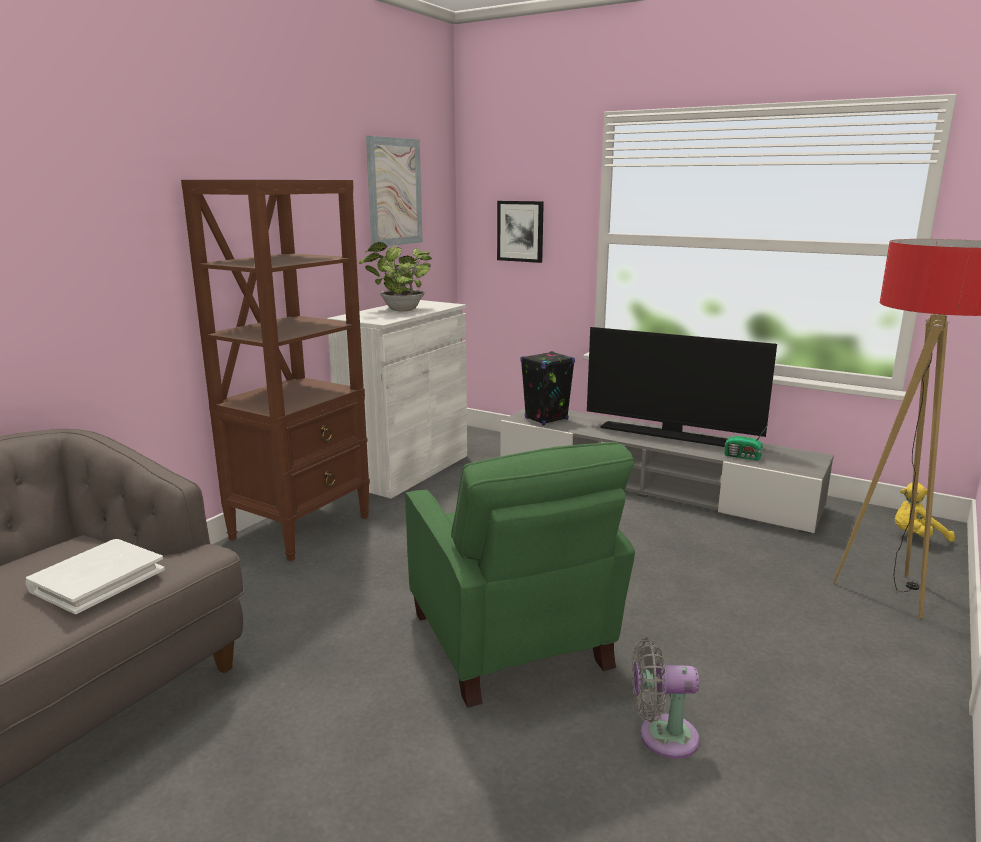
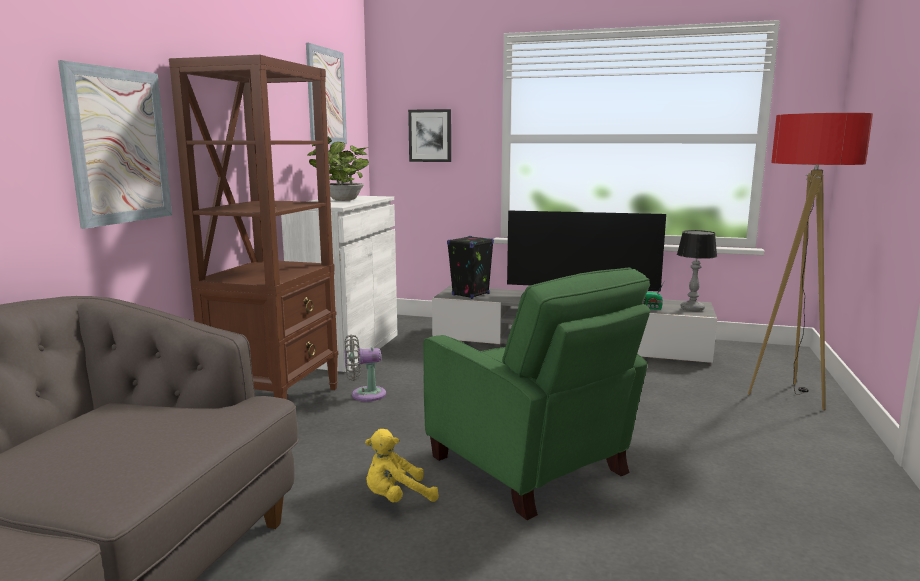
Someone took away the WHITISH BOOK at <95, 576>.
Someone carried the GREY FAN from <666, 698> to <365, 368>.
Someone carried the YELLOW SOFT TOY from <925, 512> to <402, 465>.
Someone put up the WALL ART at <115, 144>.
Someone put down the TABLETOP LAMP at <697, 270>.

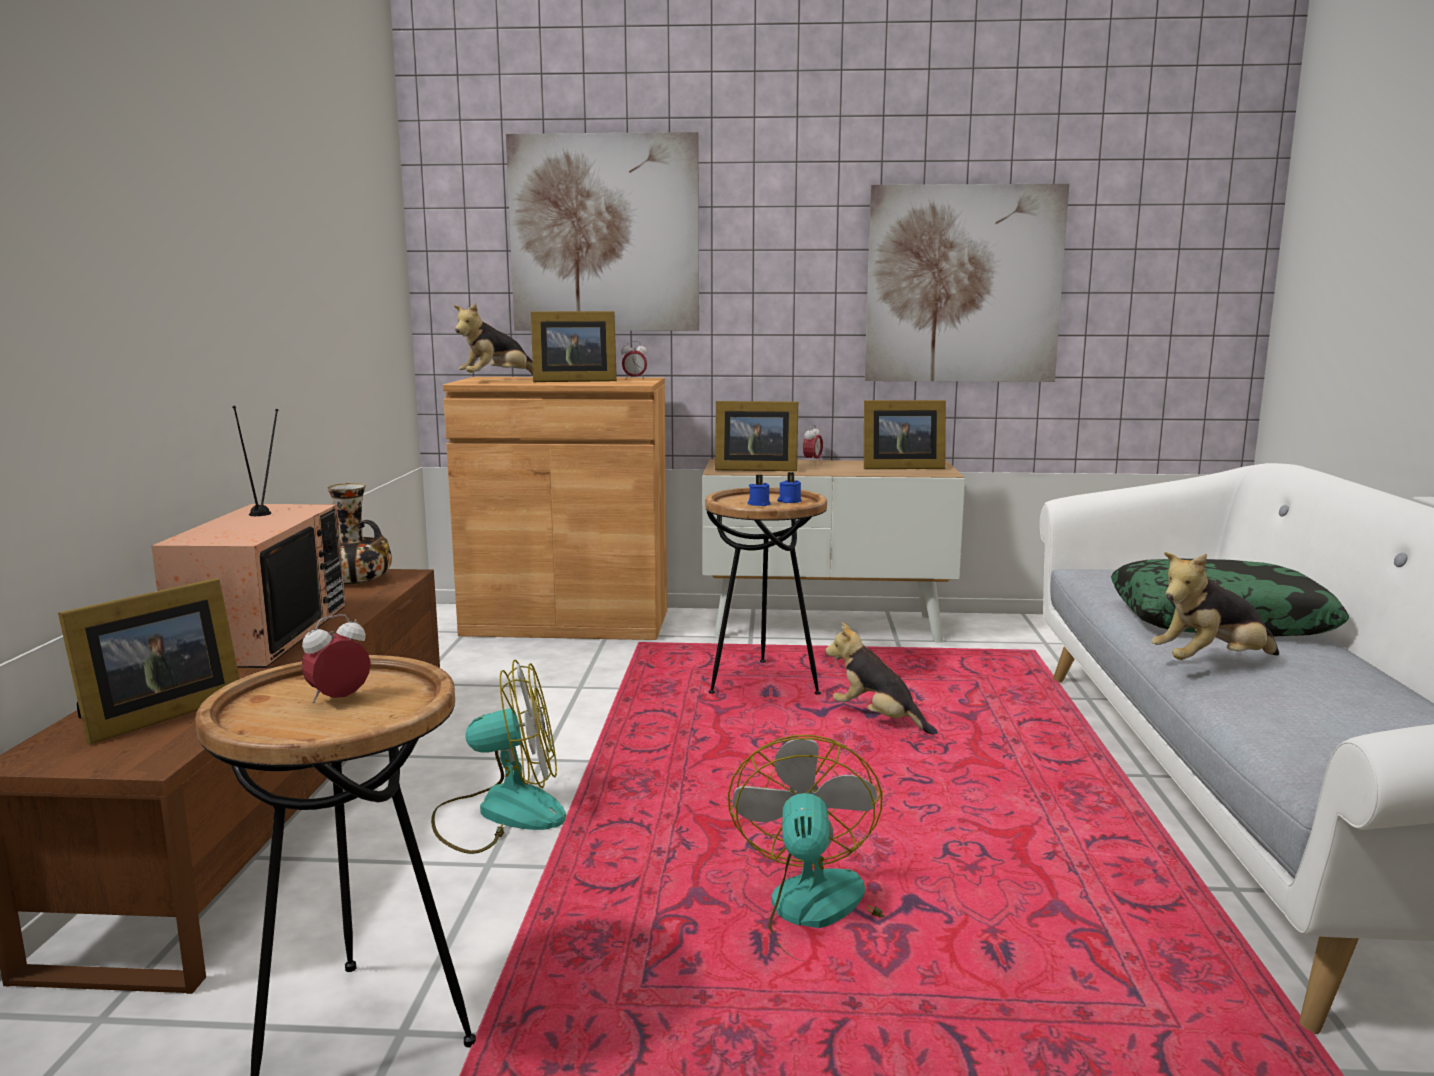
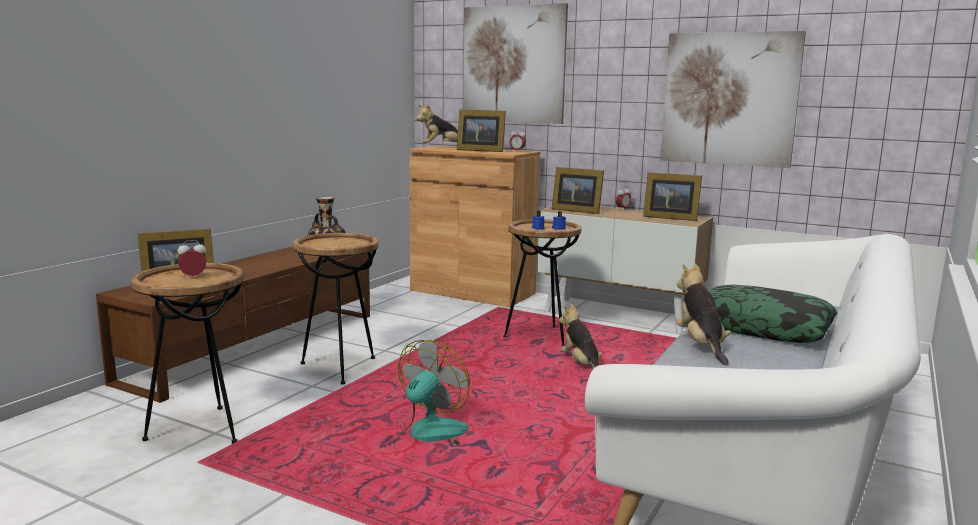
Someone took away the TV at <248, 537>.
Someone swapped the FAN at <498, 757> for the BROWNISH END TABLE at <336, 308>.
Someone rotated the SOFT TOY at <1215, 606> by 75 degrees clockwise.

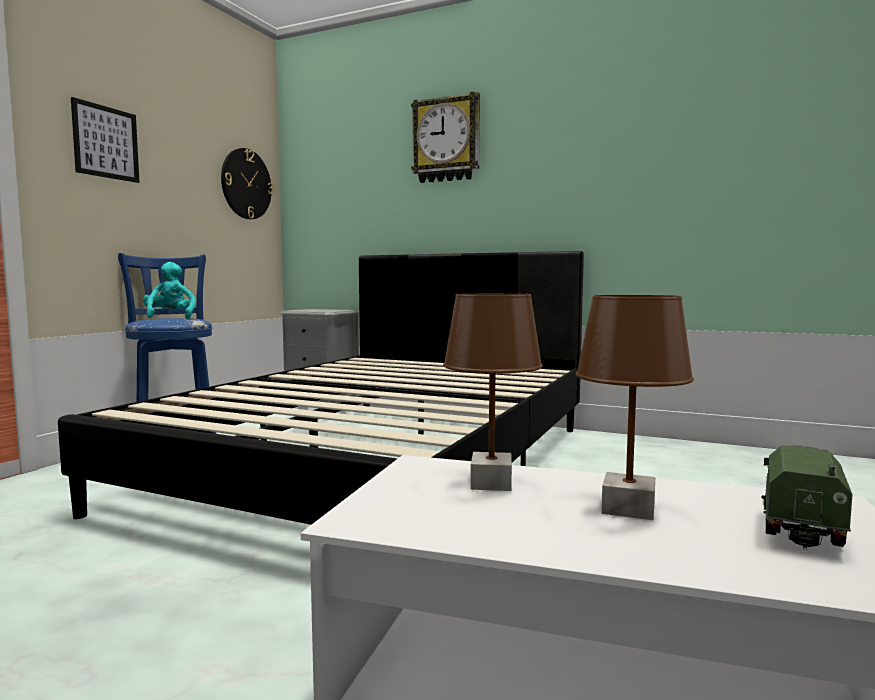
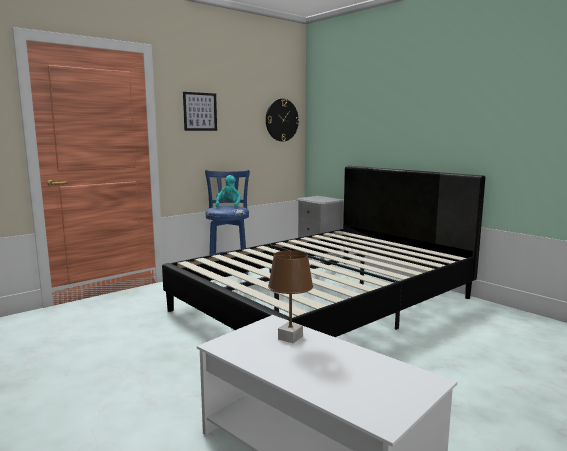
Someone took away the HANGING CLOCK at <445, 137>.
Someone took away the BROWNISH TABLETOP LAMP at <635, 407>.
Someone took away the TOY LORRY at <807, 497>.

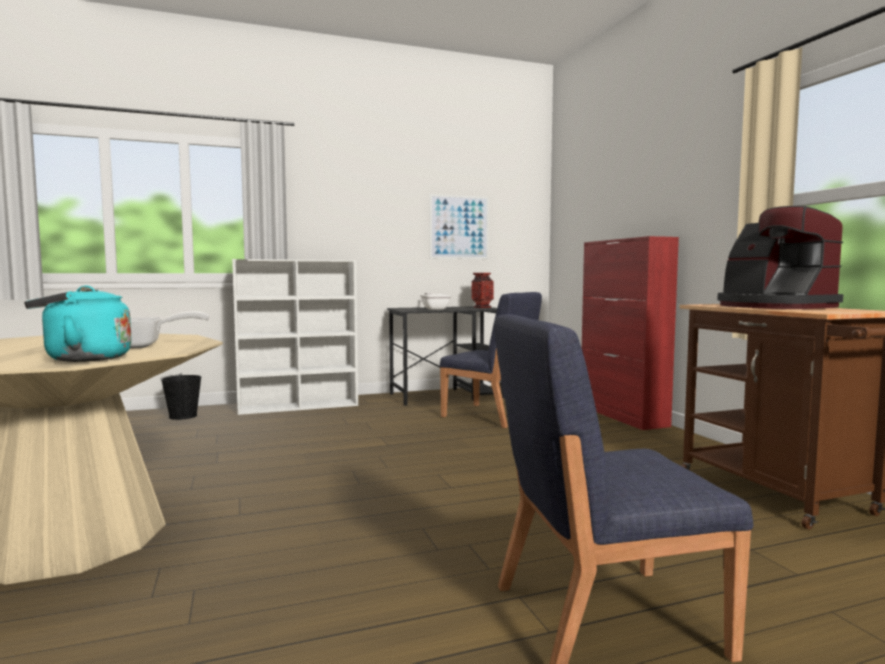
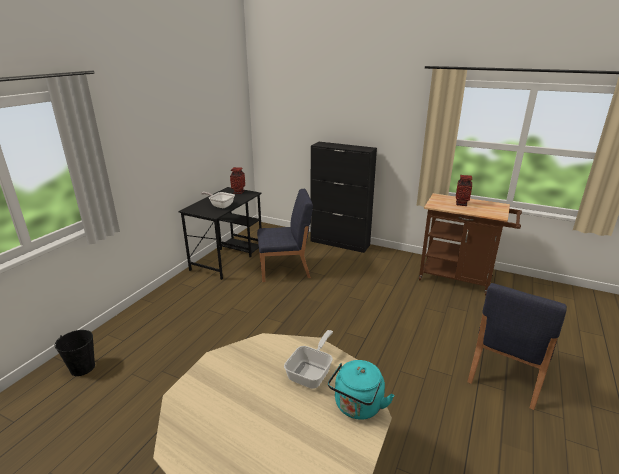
Someone took away the WHITISH BOOKSHELF at <295, 337>.
Someone took away the WALL ART at <459, 226>.
Someone repainted the RED STORAGE CABINET at <630, 333>, which became the BLACK-COLOURED STORAGE CABINET at <344, 197>.
Someone swapped the COFFEE BREWER at <780, 257> for the VASE at <464, 190>.

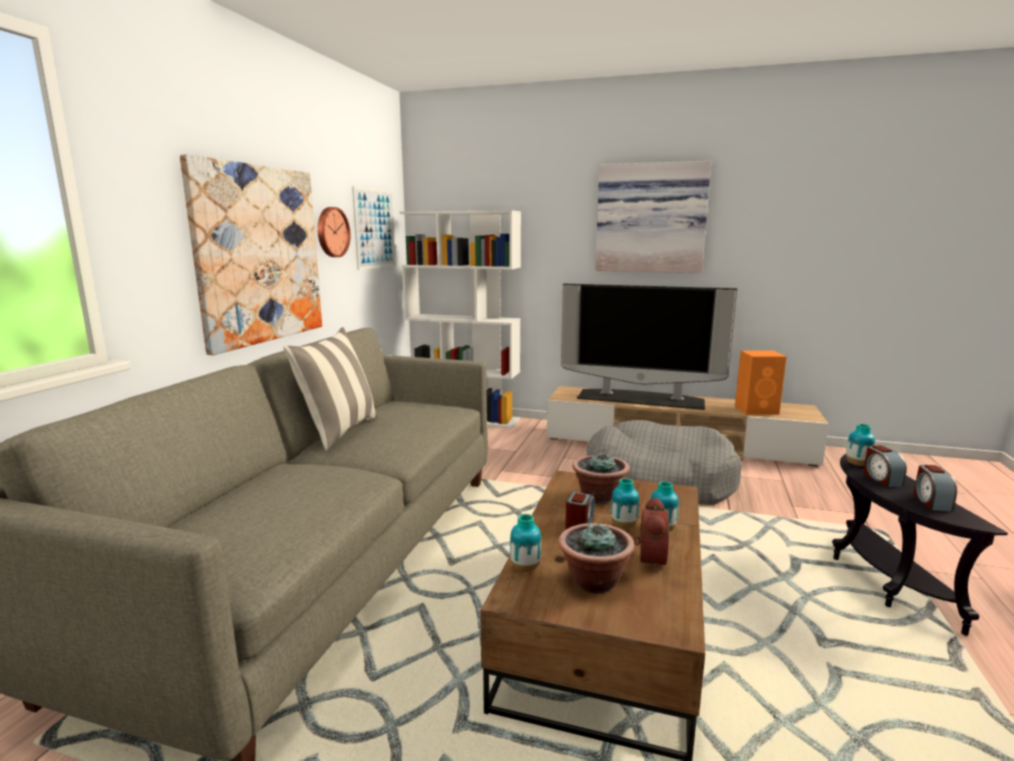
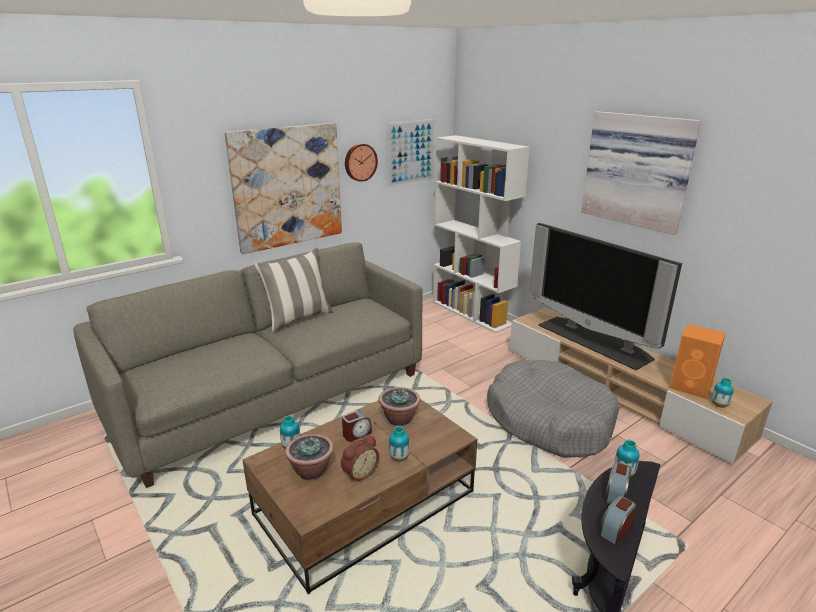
Someone carried the VASE from <625, 503> to <723, 393>.

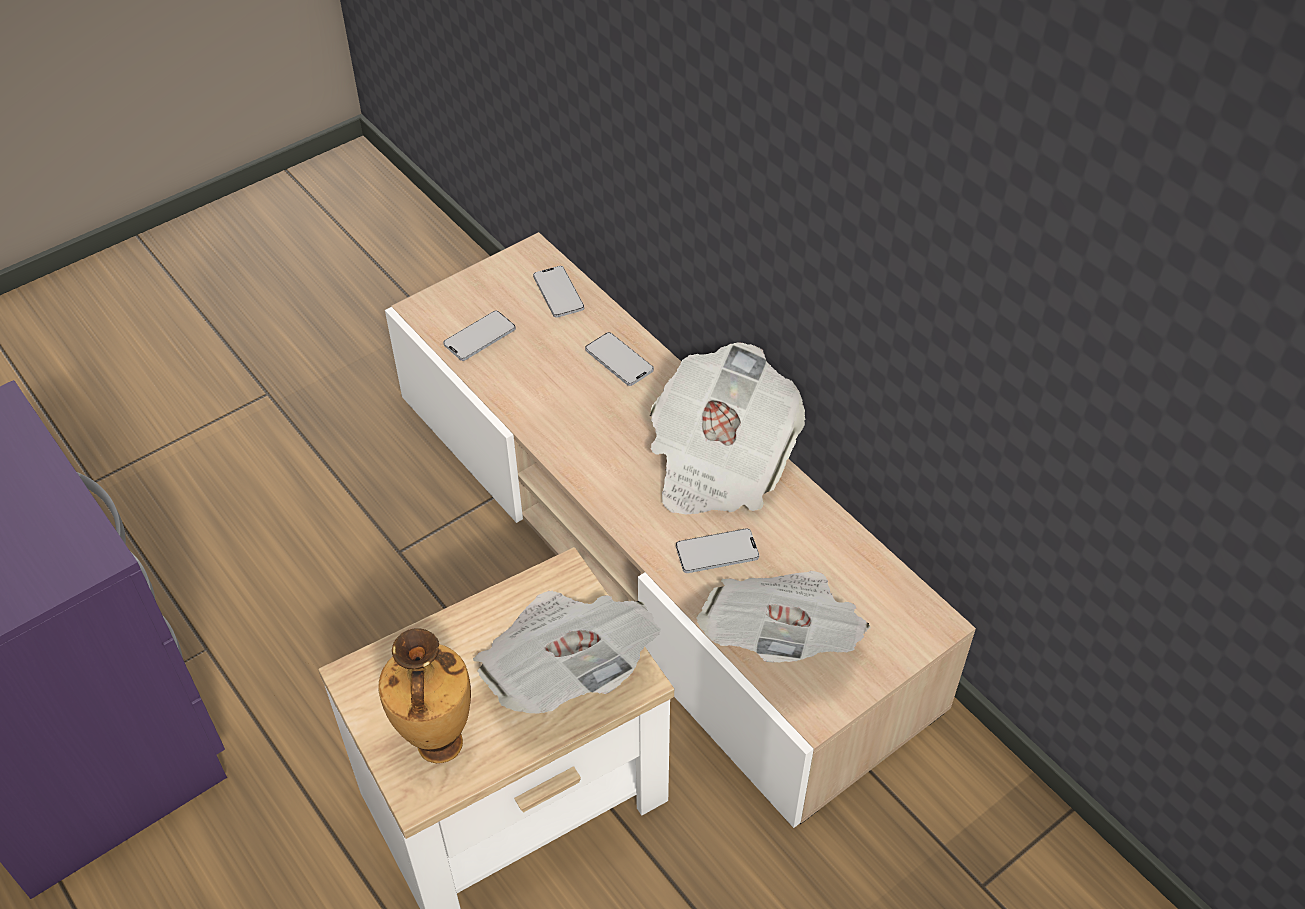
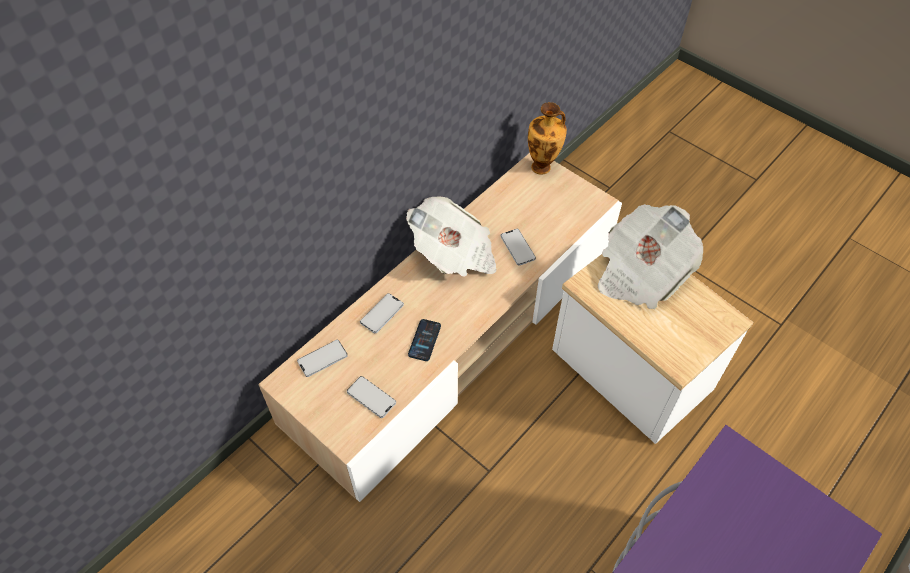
Someone carried the VASE from <424, 696> to <547, 138>.
Someone took away the DAILY PAPER at <783, 617>.
Someone put down the HANDSET at <424, 340>.

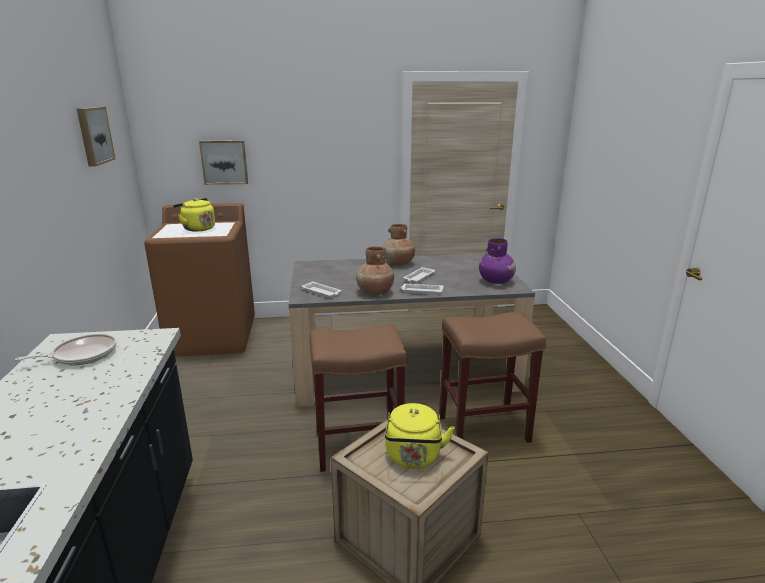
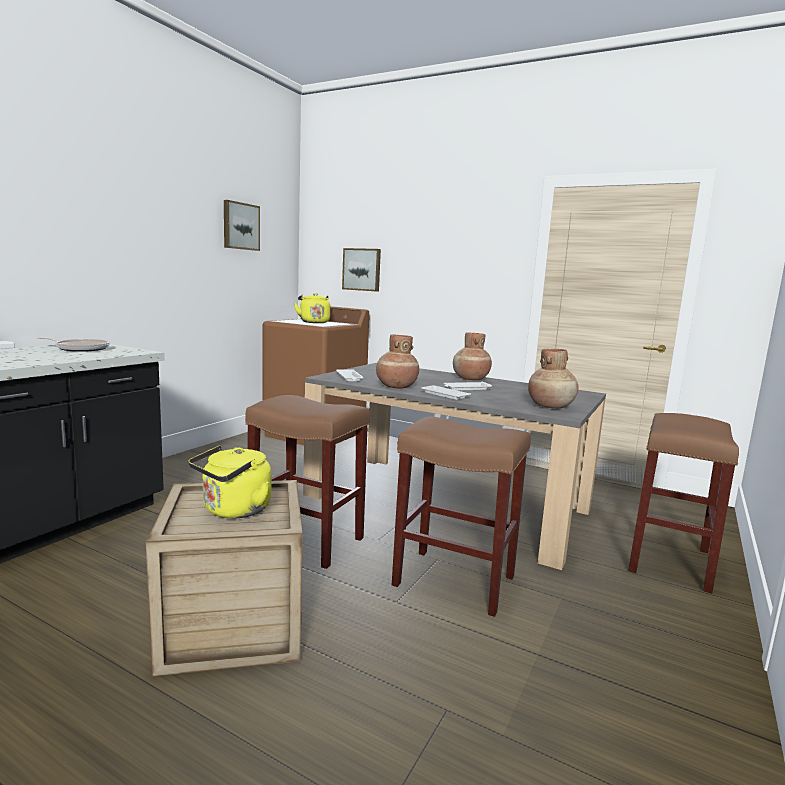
Someone repainted the PURPLE-COLOURED VASE at <497, 261>, which became the BROWNISH VASE at <553, 378>.
Someone put down the BROWNISH STOOL at <683, 503>.

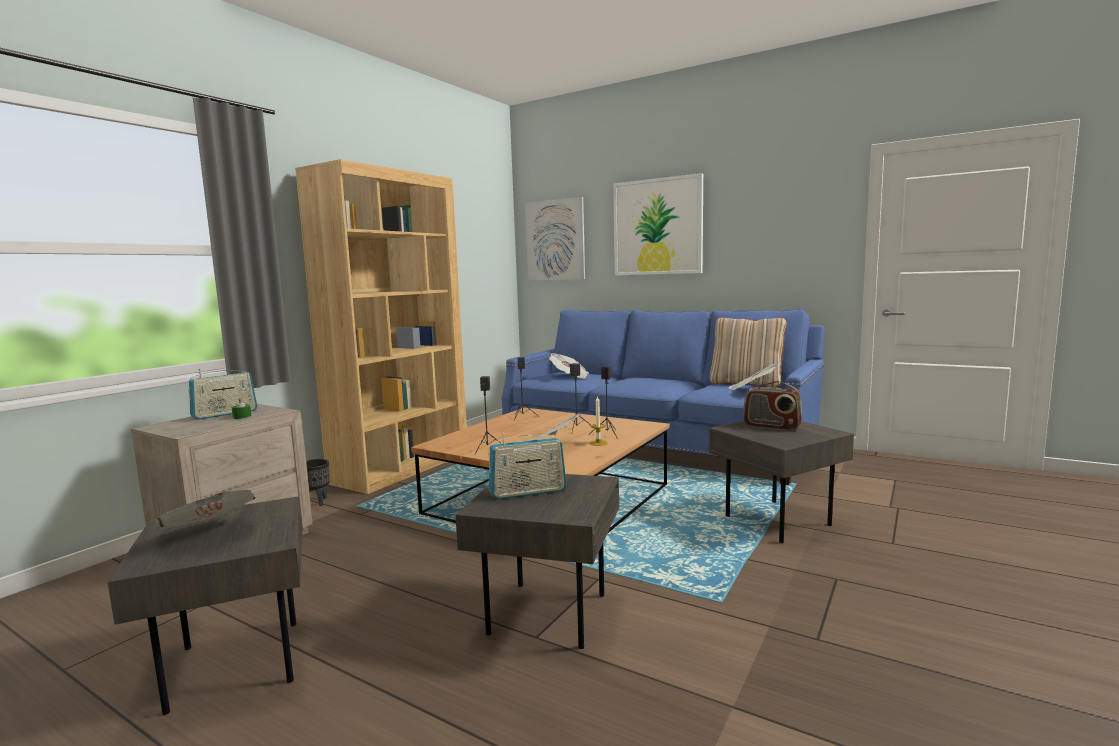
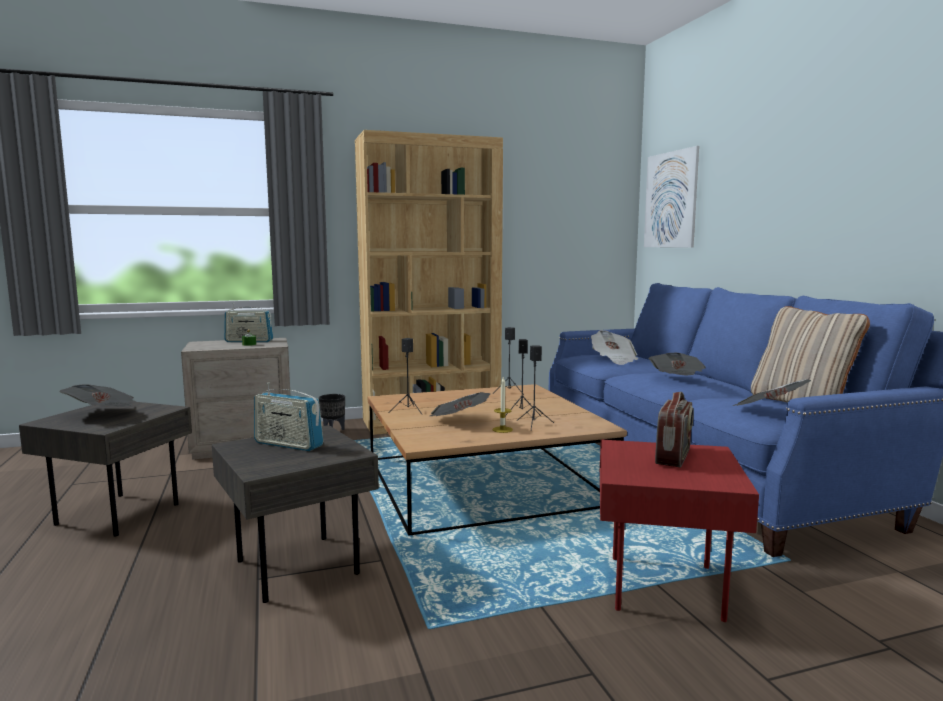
Someone took away the WALL ART at <658, 224>.
Someone repainted the GREY END TABLE at <781, 482>, which became the RED END TABLE at <679, 531>.
Someone rotated the RADIO SET at <772, 406> by 135 degrees counterclockwise.
Someone put down the DAILY PAPER at <677, 364>.

